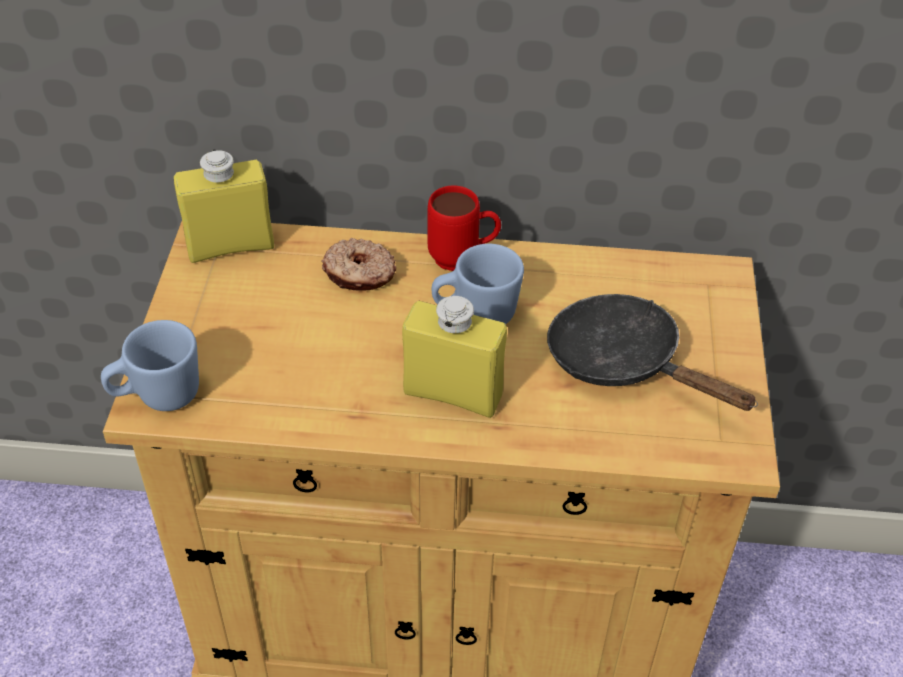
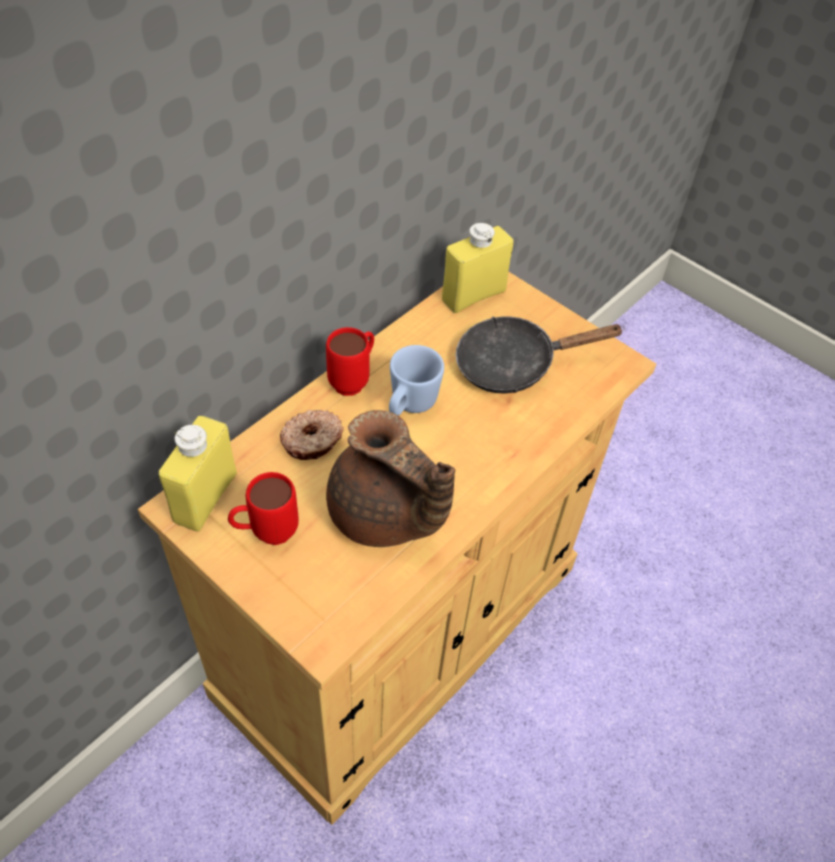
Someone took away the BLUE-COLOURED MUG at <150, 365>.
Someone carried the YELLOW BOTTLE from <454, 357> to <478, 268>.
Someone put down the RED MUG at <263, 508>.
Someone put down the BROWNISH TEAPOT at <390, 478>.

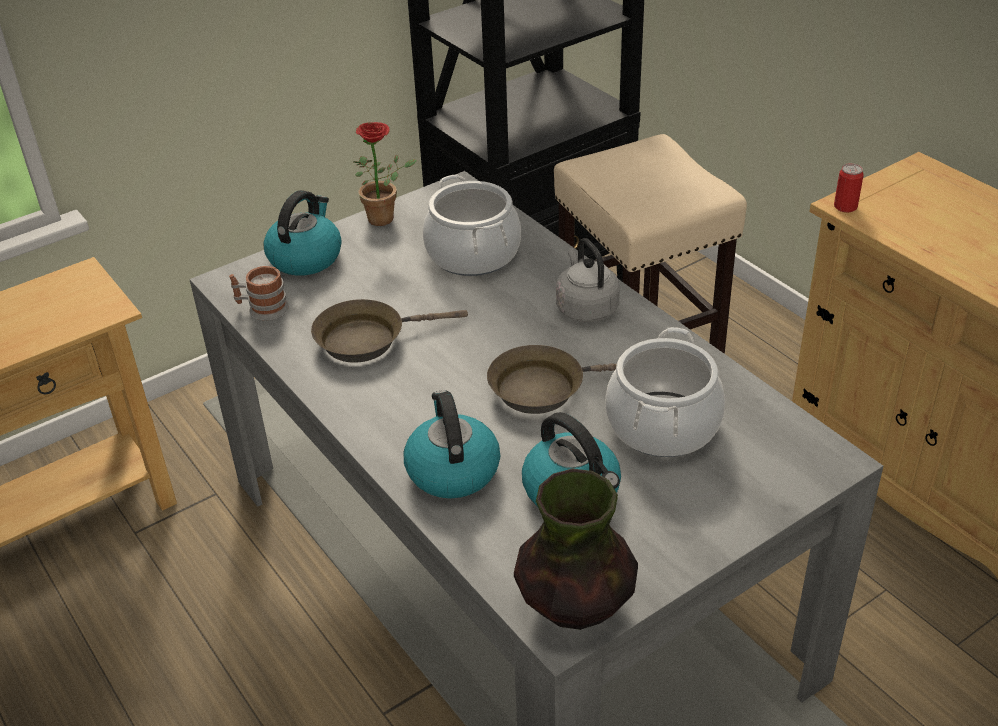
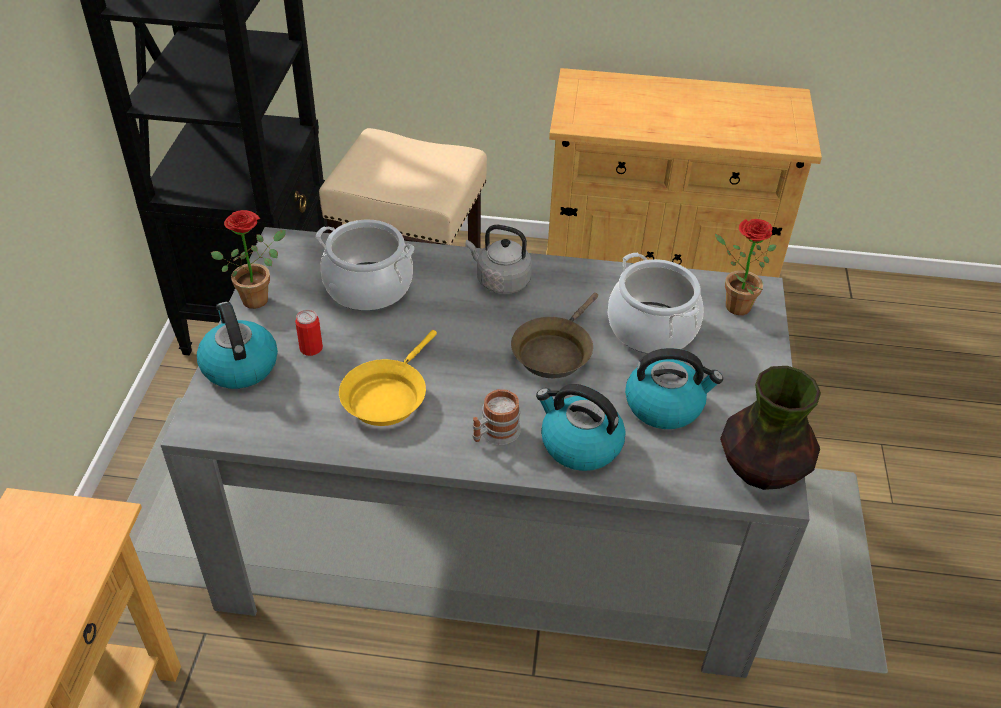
Someone carried the MUG from <259, 293> to <496, 417>.
Someone repainted the BROWNISH SKILLET at <389, 331>, which became the YELLOW SKILLET at <388, 378>.
Someone carried the CAN from <849, 187> to <309, 333>.
Someone put down the POTTED PLANT at <746, 267>.

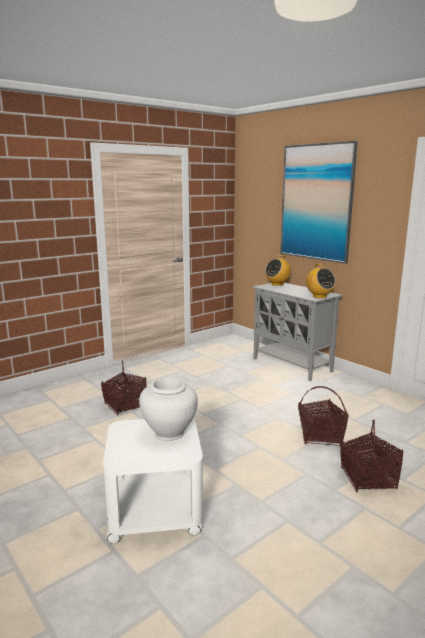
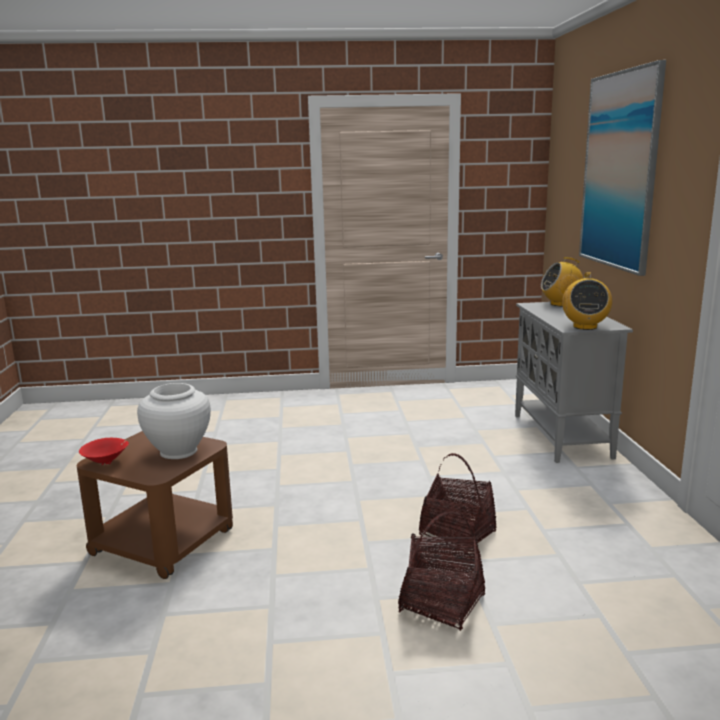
Someone took away the HOUSEHOLD BASKET at <124, 387>.
Someone repainted the WHITISH END TABLE at <153, 481>, which became the BROWNISH END TABLE at <155, 505>.
Someone put down the RED BOWL at <104, 451>.

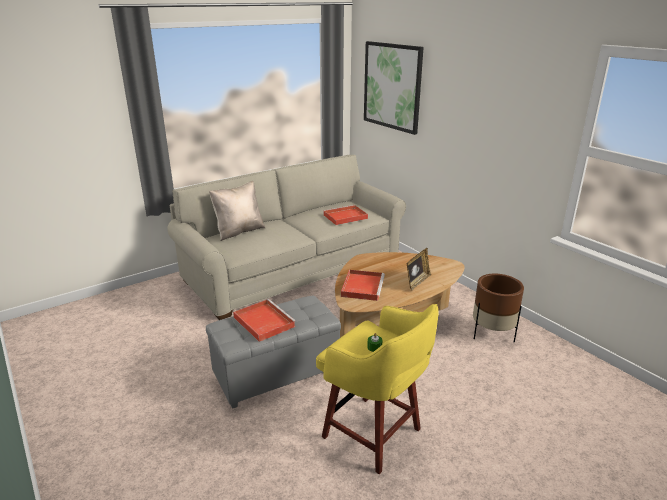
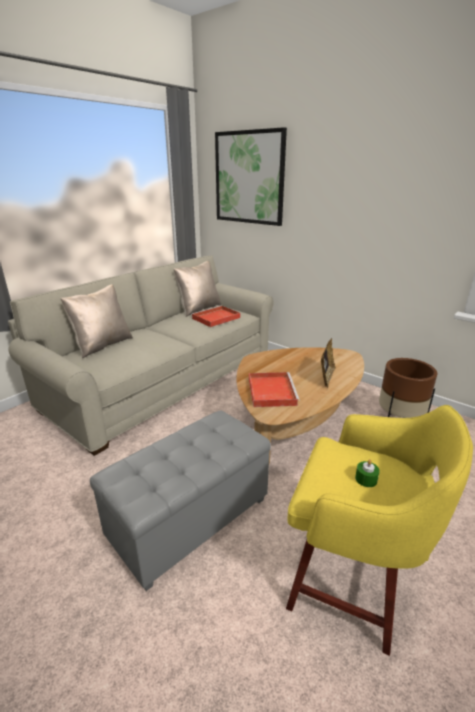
Someone took away the RED CARRYING TRAY at <264, 320>.
Someone put down the BEIGE CUSHION at <197, 289>.

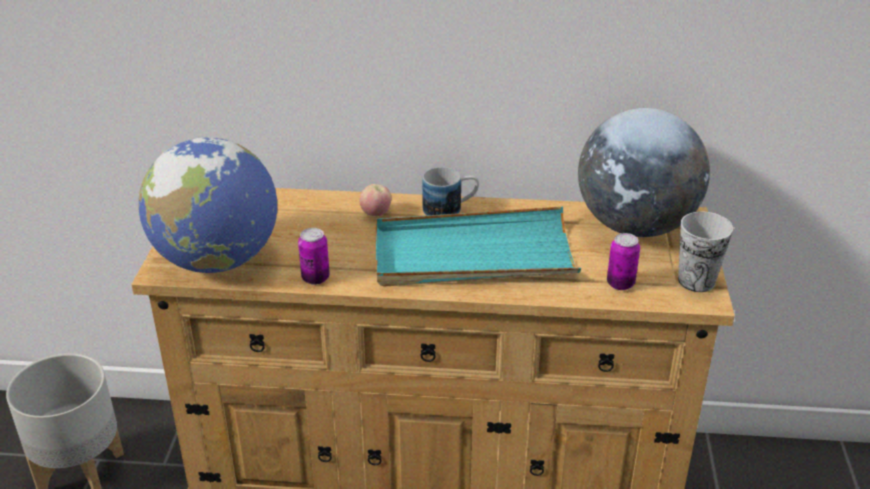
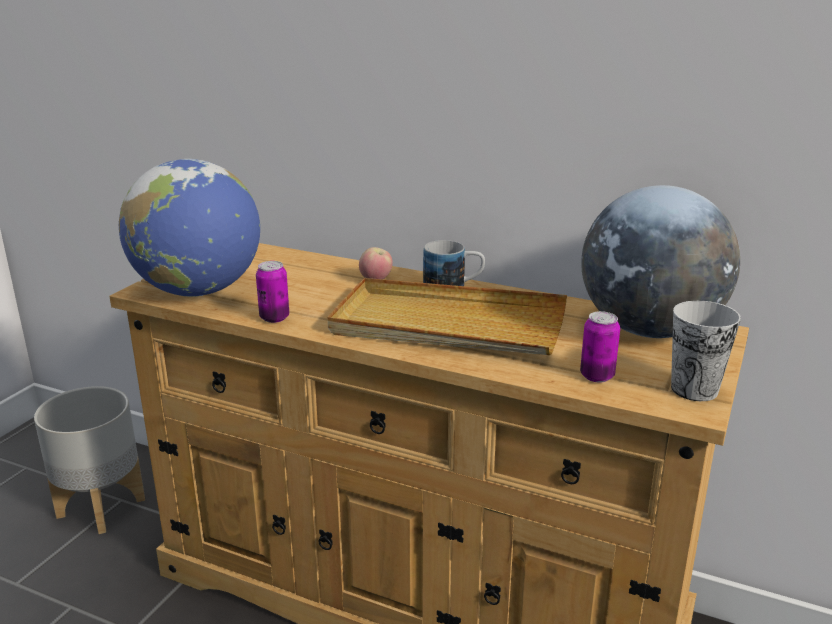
Someone repainted the TURQUOISE-COLOURED CARRYING TRAY at <478, 247>, which became the BEIGE CARRYING TRAY at <447, 316>.

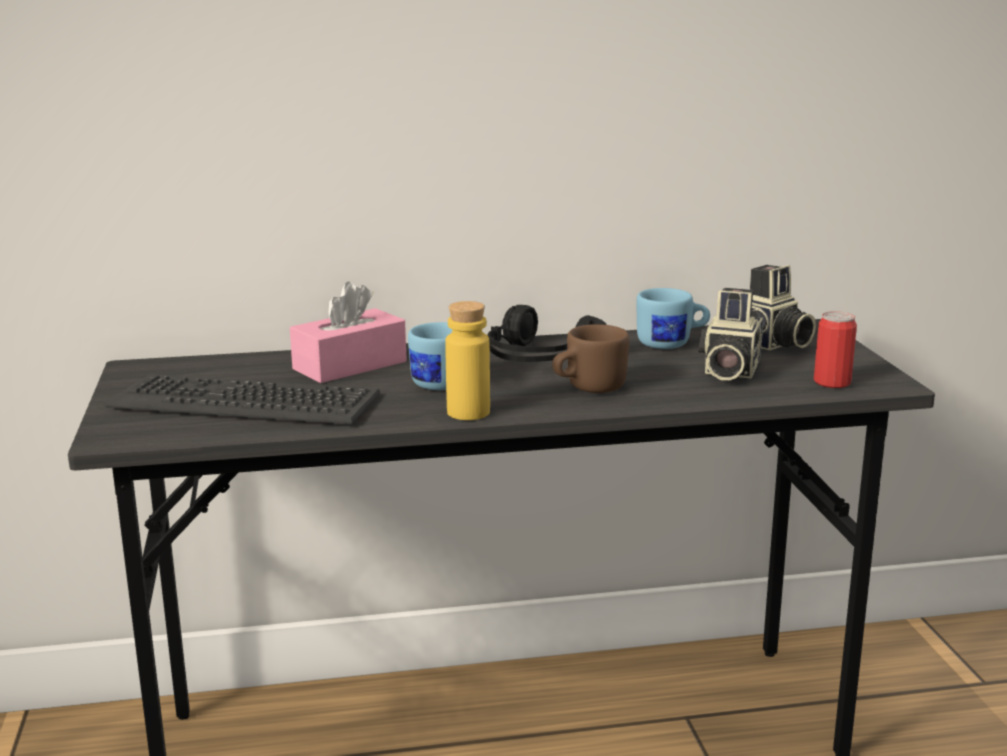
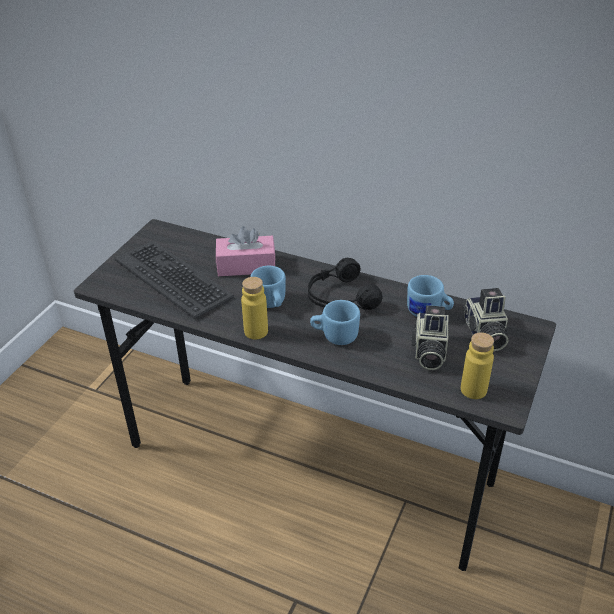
Someone repainted the BROWNISH MUG at <590, 358>, which became the BLUE-COLOURED MUG at <335, 322>.
Someone rotated the PHOTO CAMERA at <730, 334> by 45 degrees counterclockwise.
Someone swapped the CAN at <835, 349> for the YELLOW BOTTLE at <477, 365>.

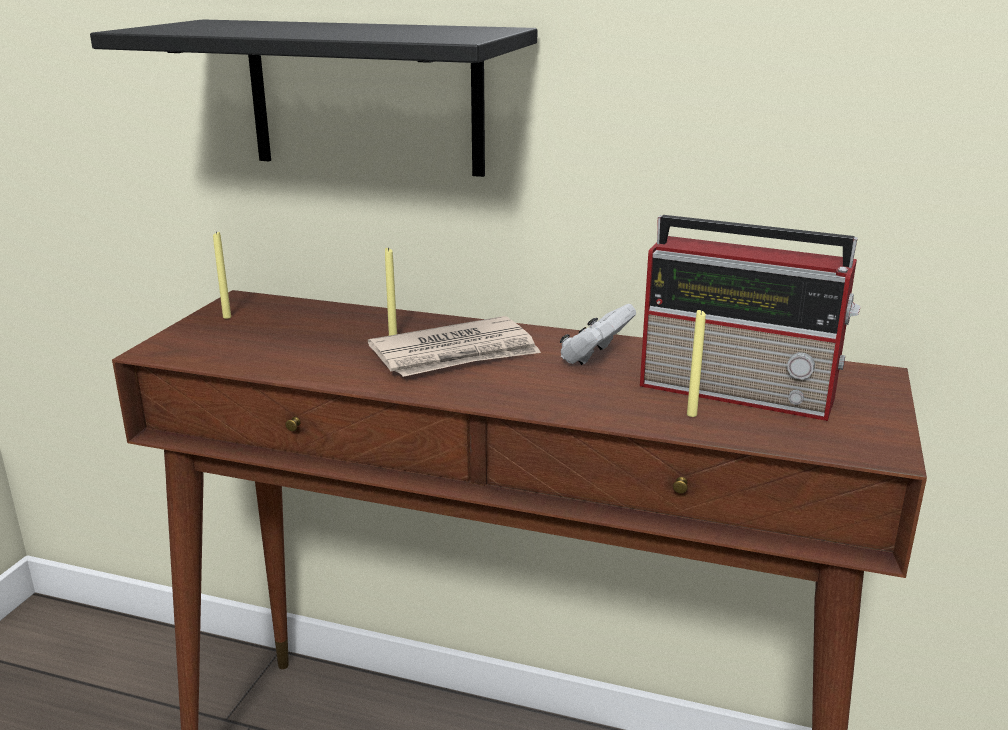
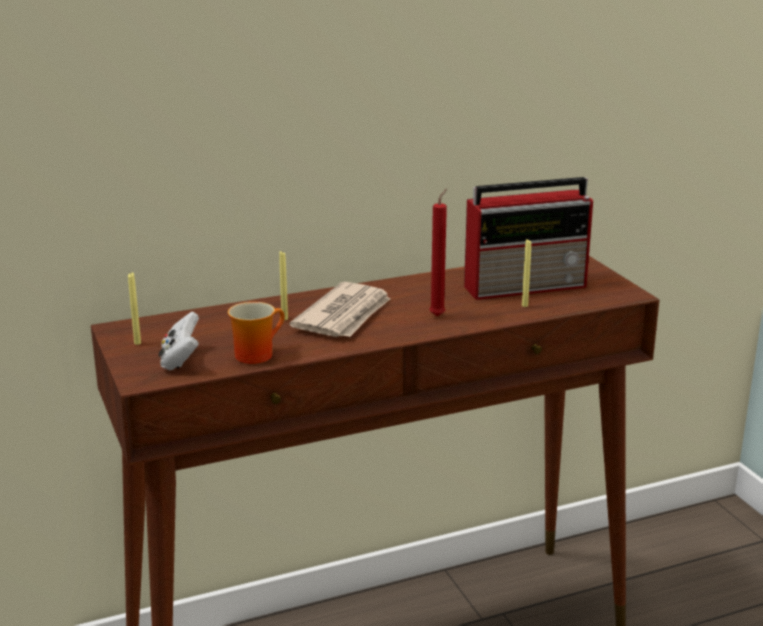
Someone took away the BLACK-COLOURED SHELF at <313, 98>.
Someone carried the WHITISH GAMEPAD from <598, 334> to <179, 341>.
Someone put down the MUG at <256, 333>.
Someone put down the RED CANDLE at <438, 253>.

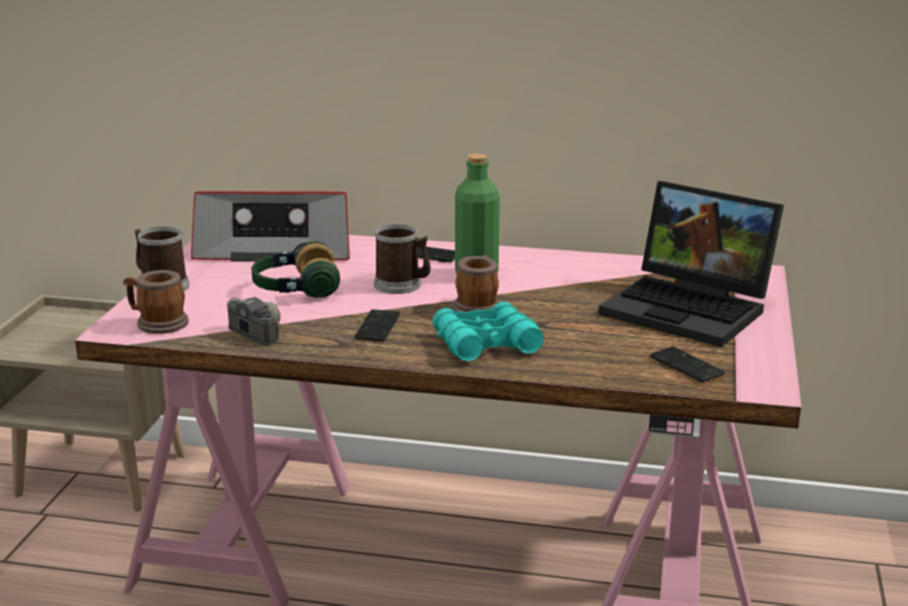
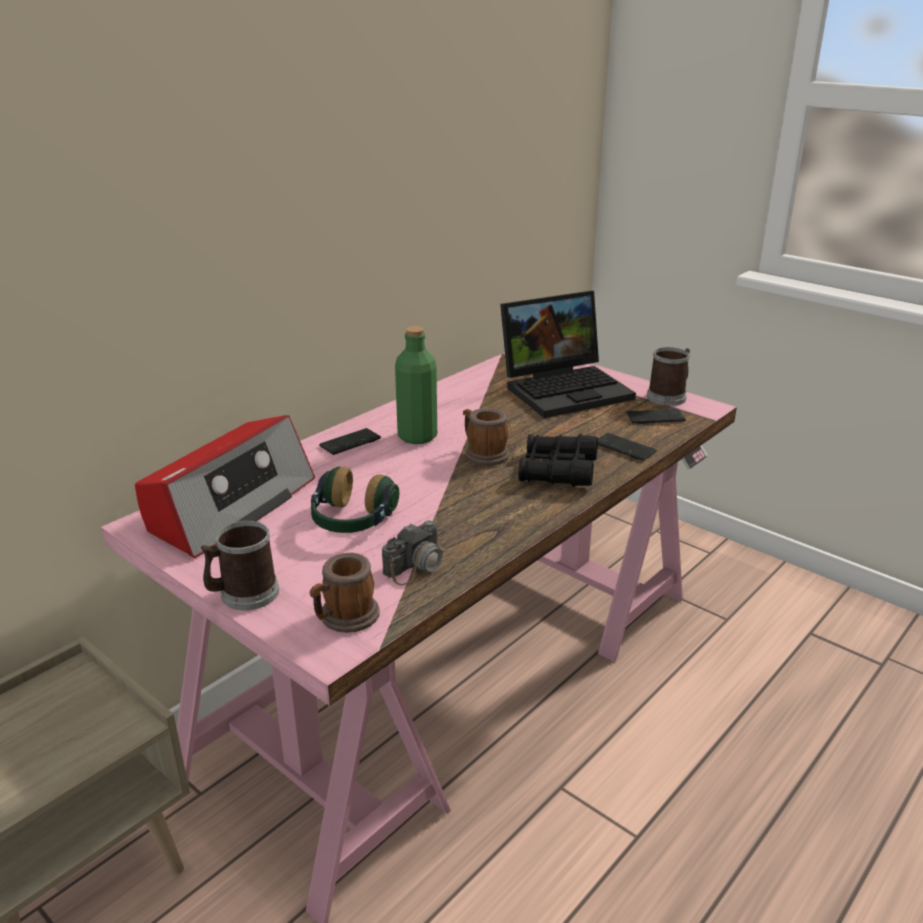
Someone rotated the PHOTO CAMERA at <258, 321> by 150 degrees clockwise.
Someone carried the HANDSET from <377, 325> to <627, 447>.
Someone carried the MUG from <402, 259> to <668, 376>.
Someone repainted the TURQUOISE-COLOURED PAIR OF BINOCULARS at <488, 331>, which became the BLACK-COLOURED PAIR OF BINOCULARS at <558, 460>.

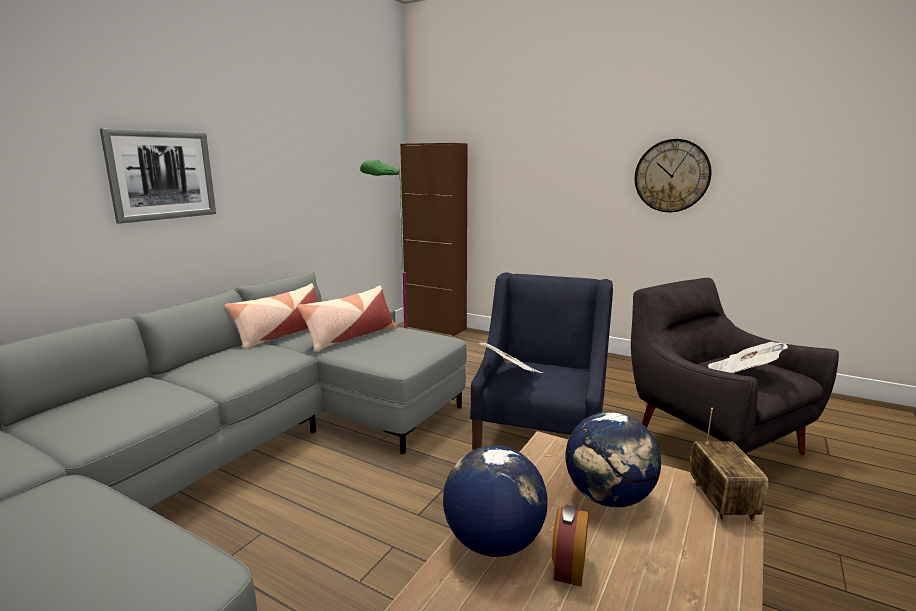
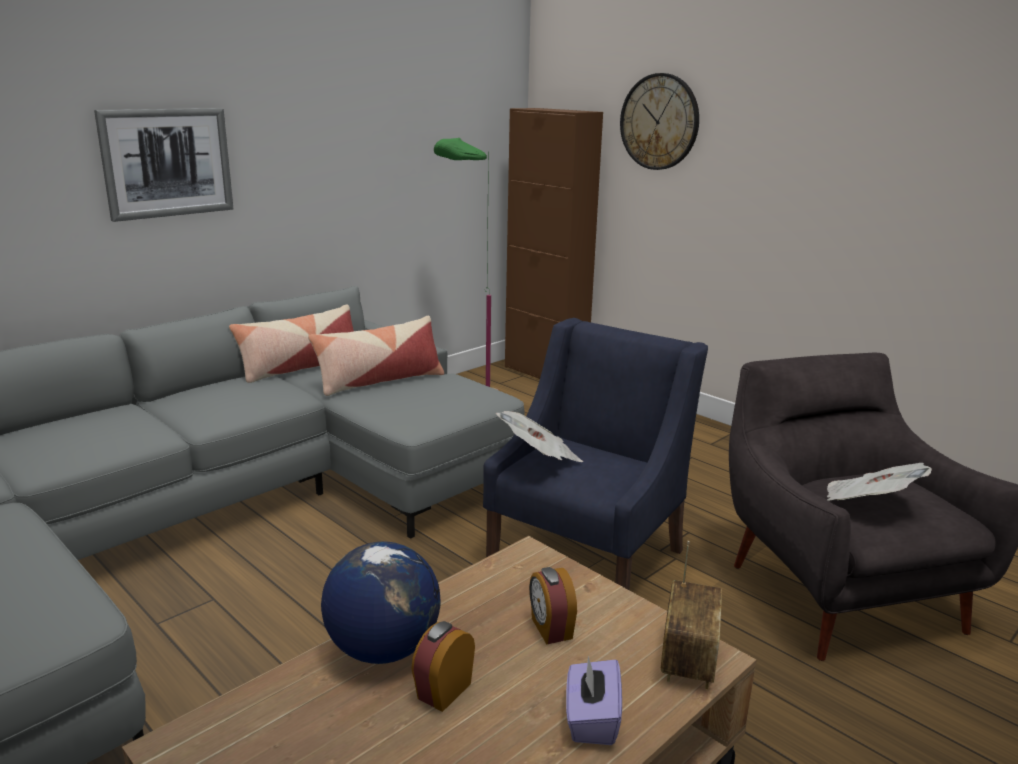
Someone swapped the WORLD GLOBE at <613, 460> for the BEDSIDE CLOCK at <553, 605>.
Someone carried the HANGING CLOCK from <673, 175> to <659, 121>.
Someone put down the PURPLE-COLOURED BOX OF TISSUES at <594, 700>.

